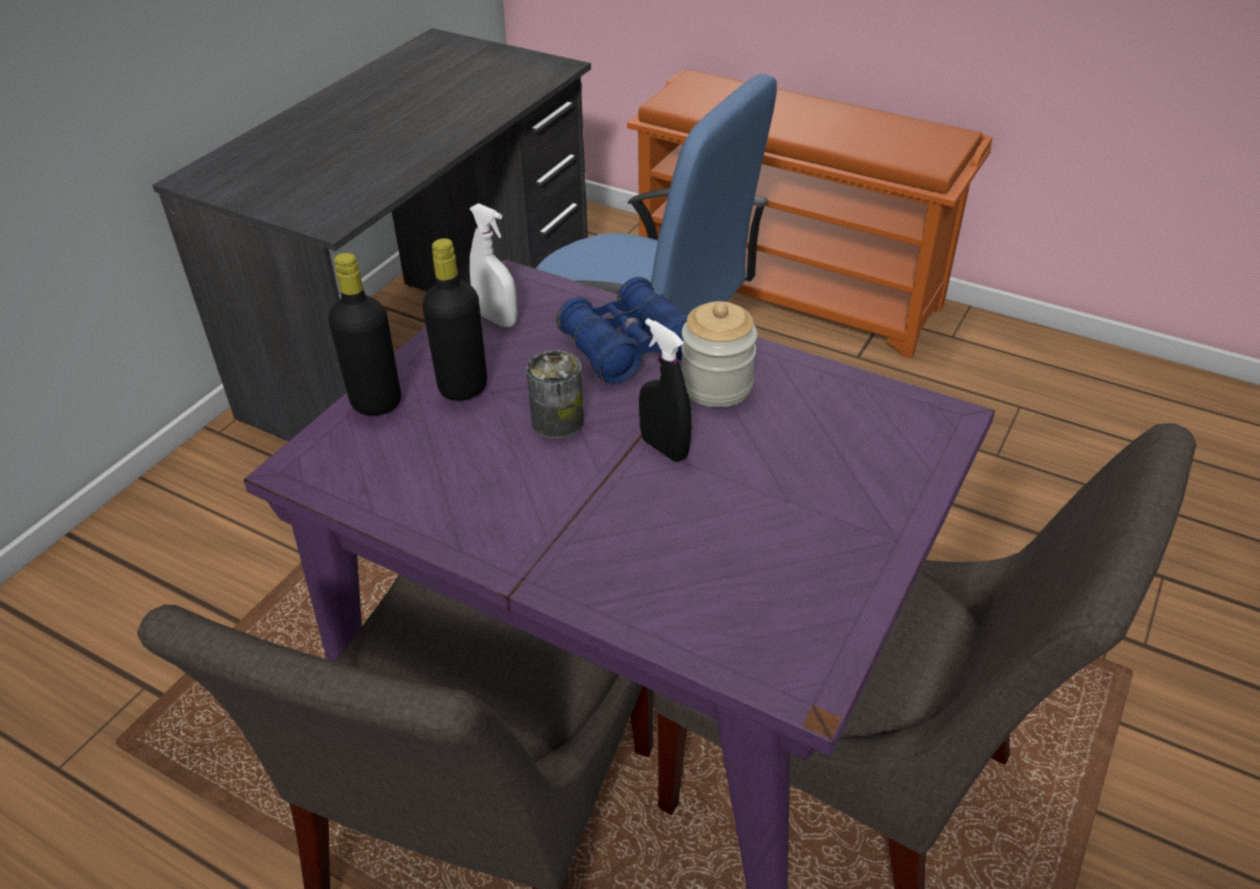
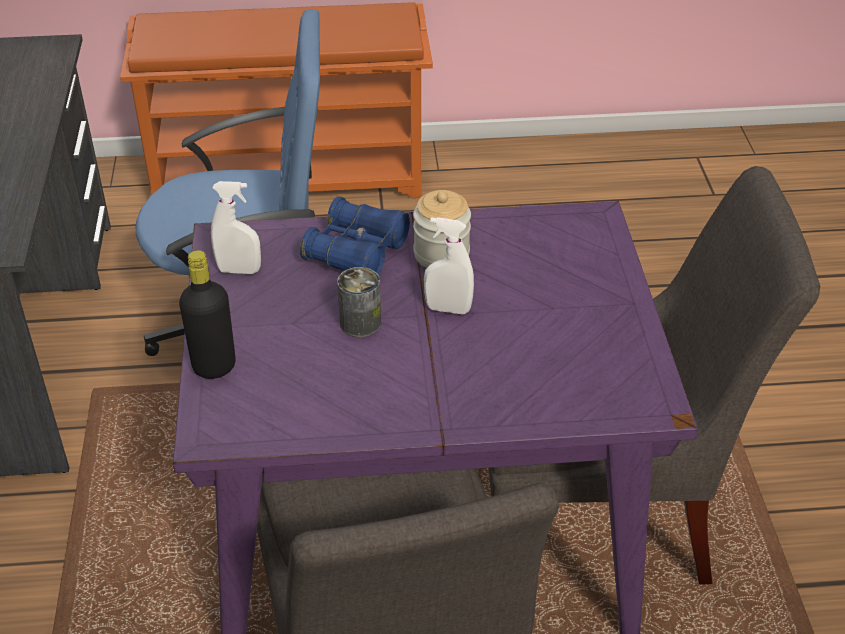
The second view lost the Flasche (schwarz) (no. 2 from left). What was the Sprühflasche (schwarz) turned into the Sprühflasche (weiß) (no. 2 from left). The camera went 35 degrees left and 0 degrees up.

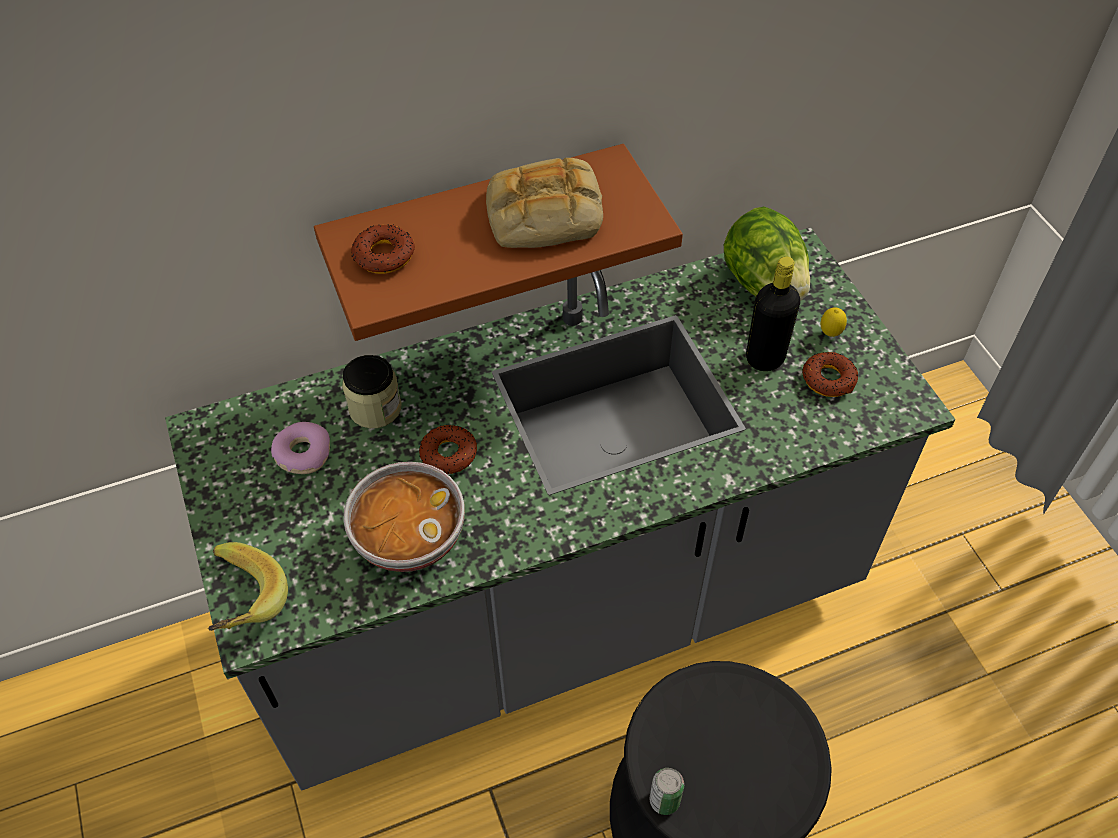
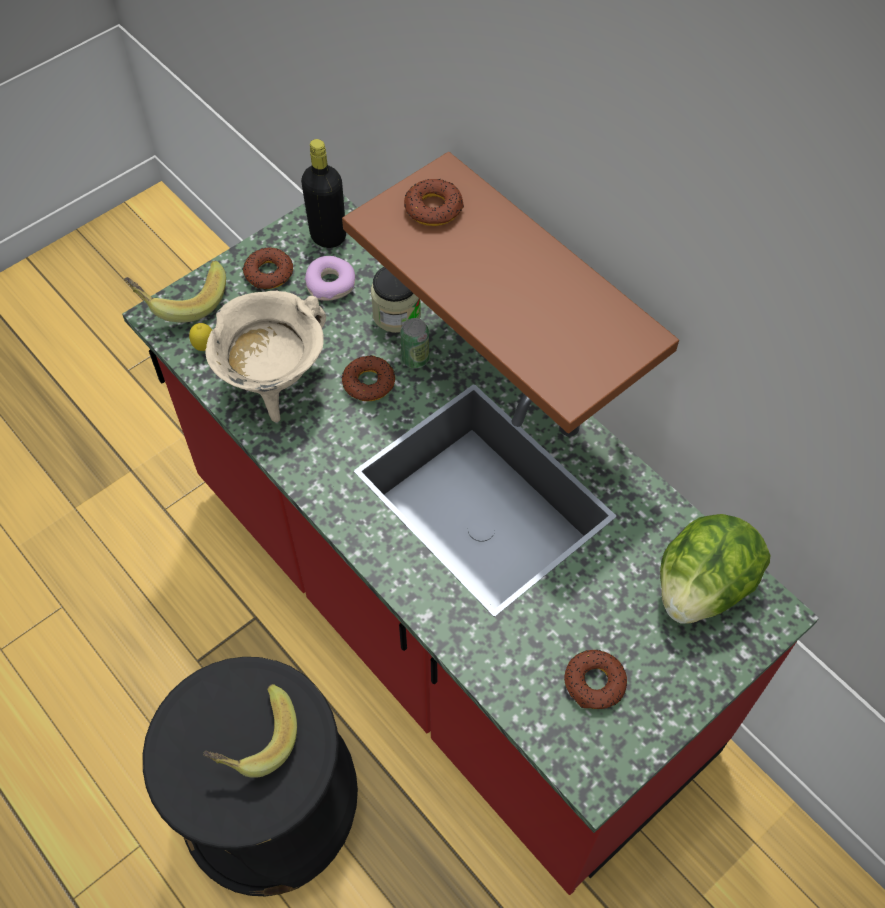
The second view lost the Brot. What was the Küchenzeile (grau) turned into the Küchenzeile (rot). The Flasche (schwarz) ended up elsewhere. The Zitrone ended up elsewhere. Where the Schüssel stood, the Kochtopf (beige) came to stand. The Dose ended up elsewhere. The second view gained the Donut (no. 1 from left). The second view gained the Banane (no. 2 from left). The camera went 70 degrees right and 5 degrees up.

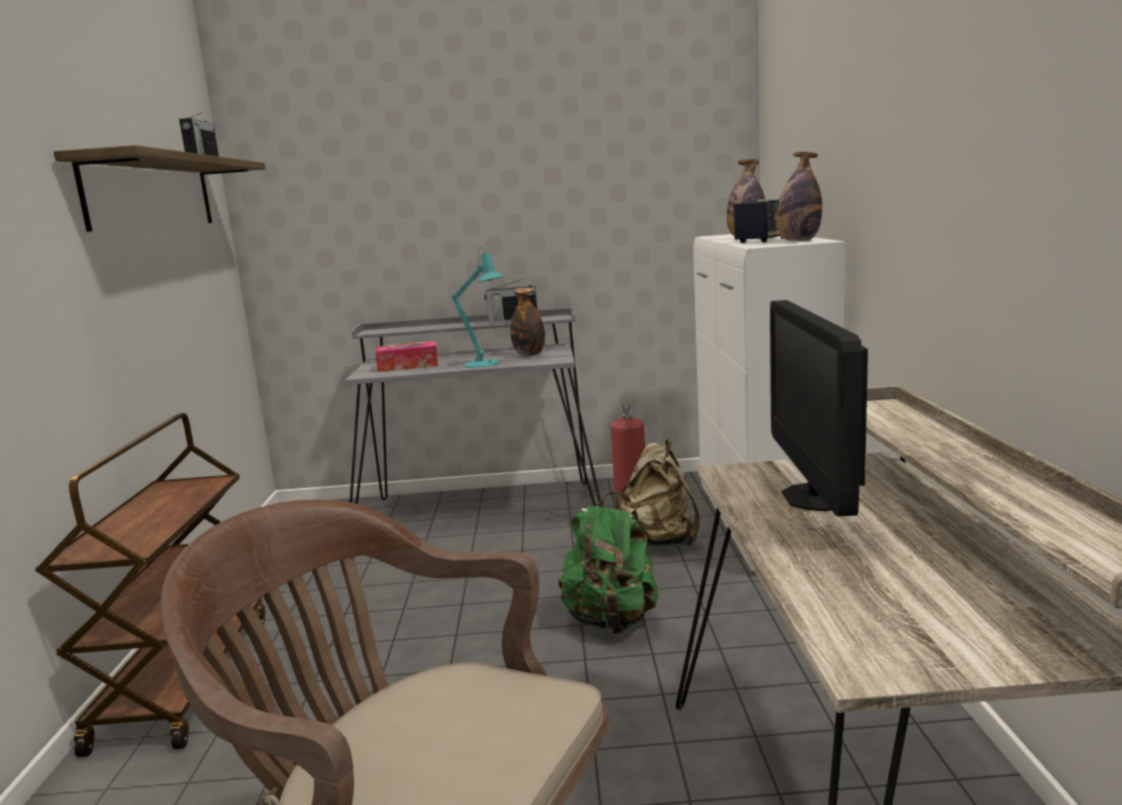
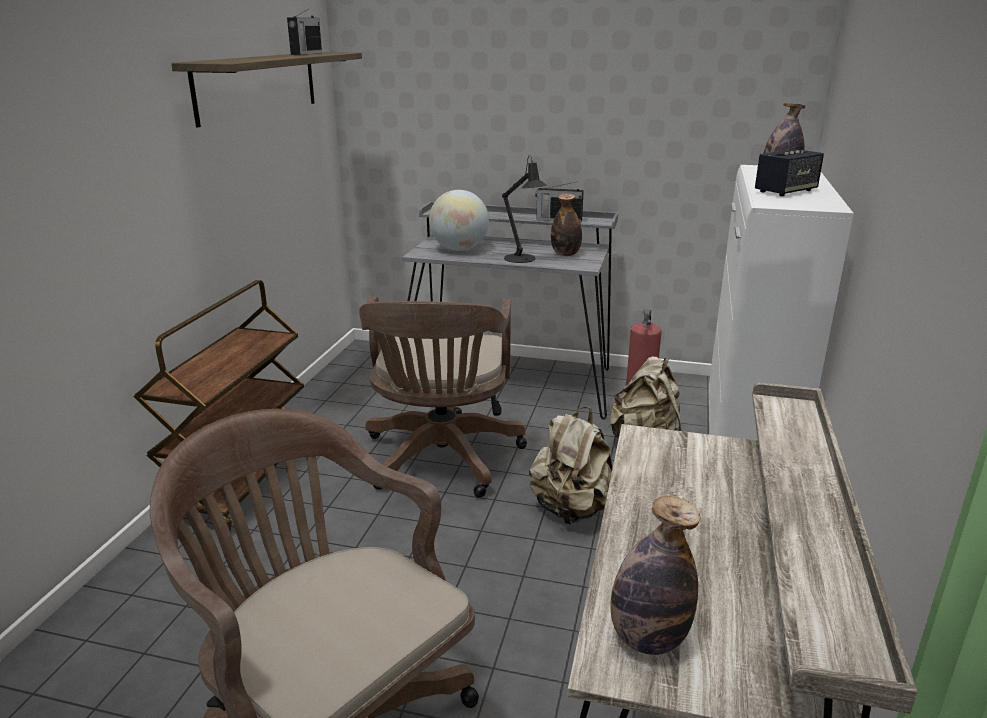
The Flasche (no. 3 from left in the first image) ended up elsewhere. What was the Tischlampe (türkis) turned into the Tischlampe (schwarz). The second view lost the Monitor. Where the Taschentuchbox stood, the Globus came to stand. What was the Rucksack (grün) turned into the Rucksack (beige) (no. 1 from left). The second view gained the Bürostuhl (braun) (no. 2 from left). The camera went 15 degrees right and 10 degrees up.

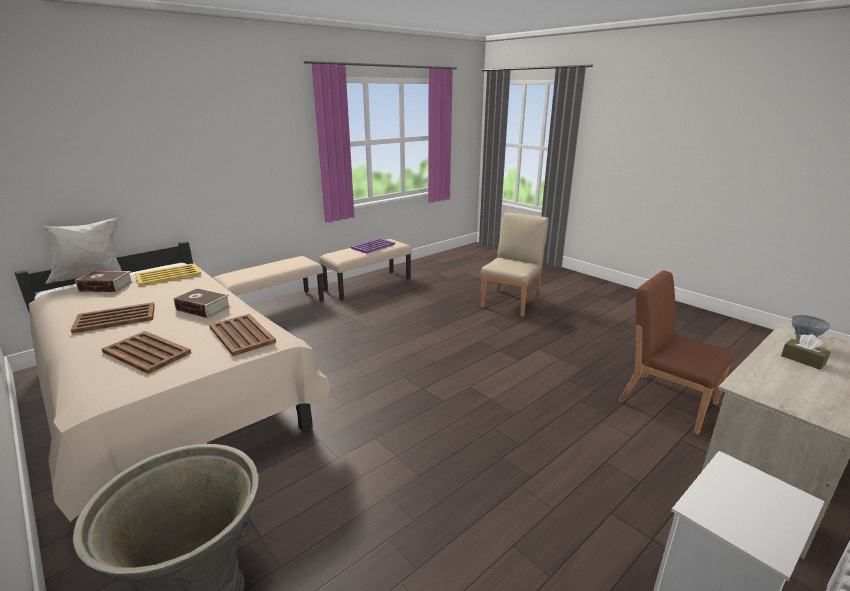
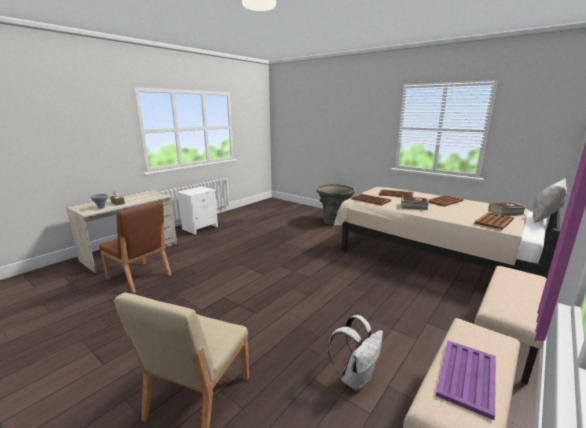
What was the Tablett (gelb) turned into the Tablett (braun) (no. 4 from left). The second view gained the Rucksack (weiß). The camera went 170 degrees right and 5 degrees down.

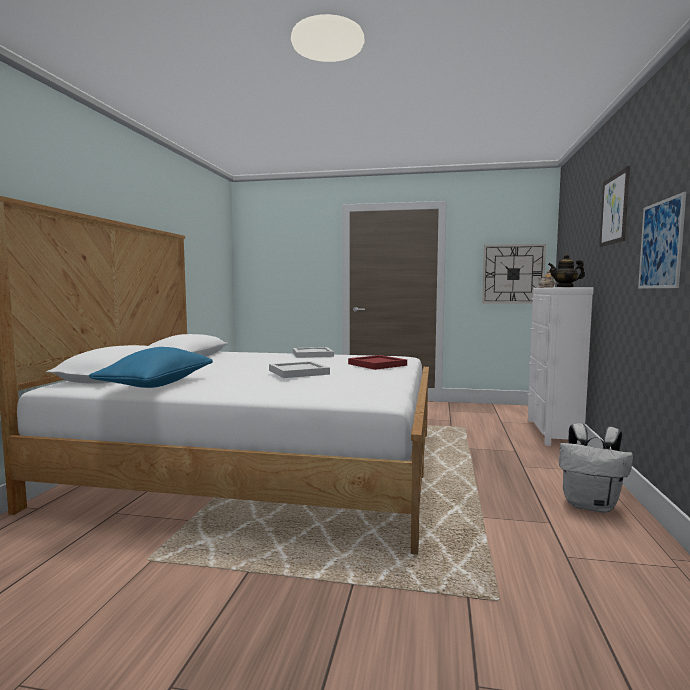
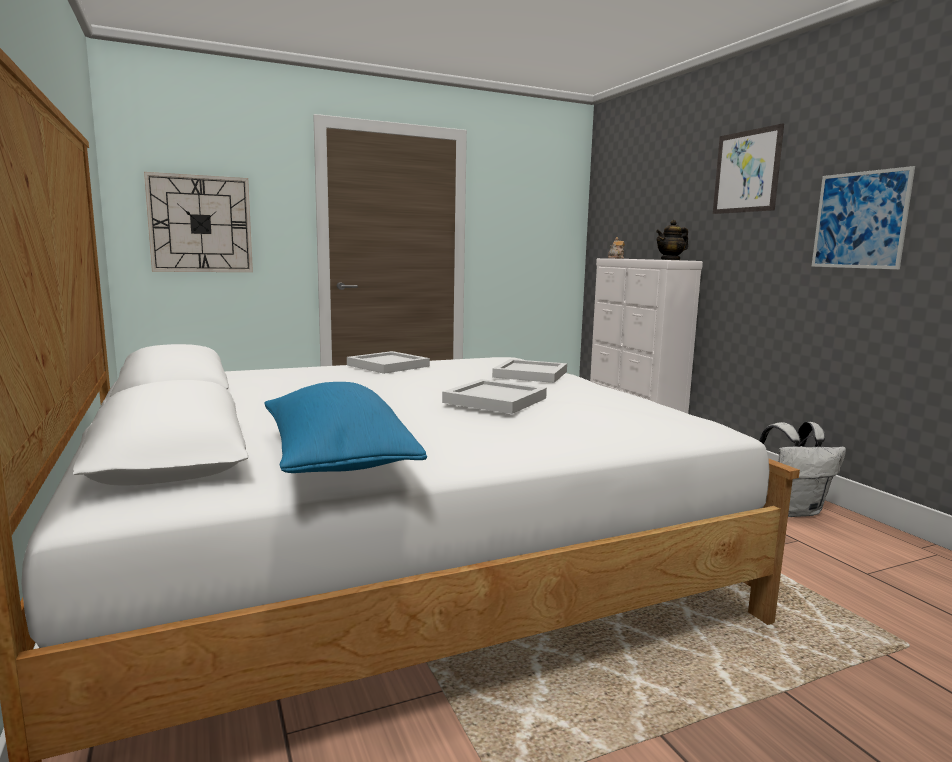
The Wanduhr ended up elsewhere. What was the Tablett (rot) turned into the Tablett (weiß) (no. 3 from left). The camera went 35 degrees left and 5 degrees up.

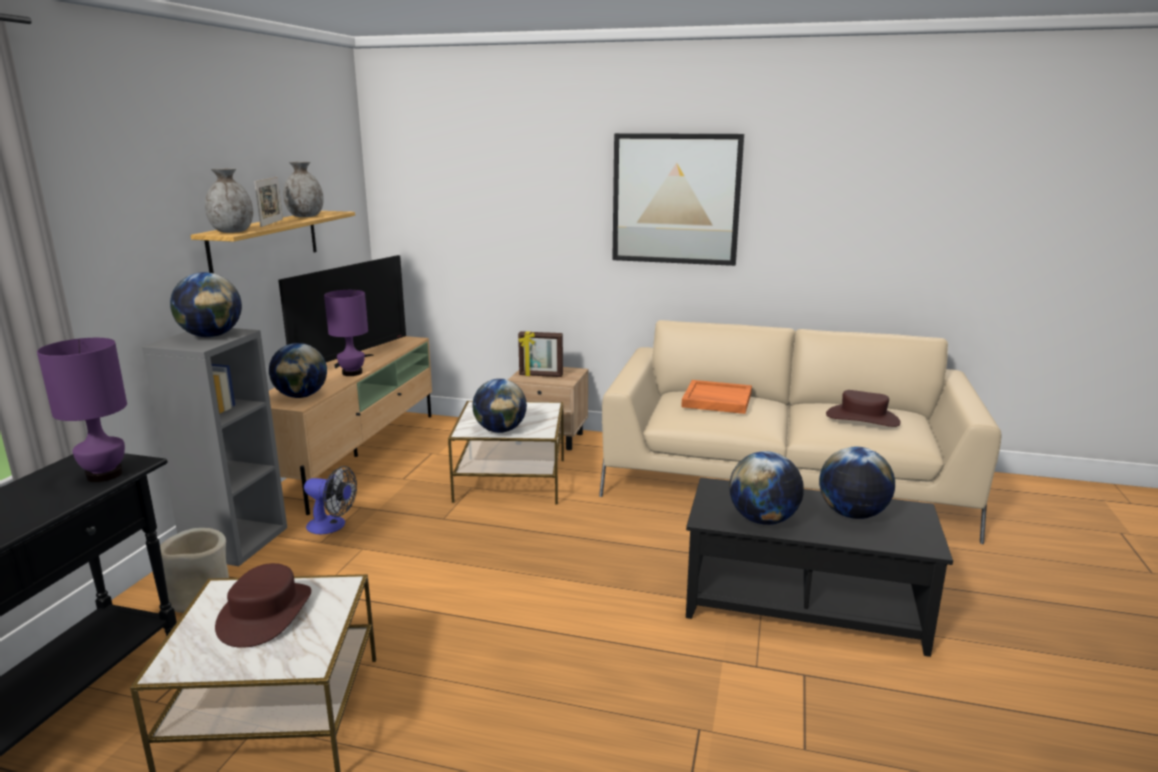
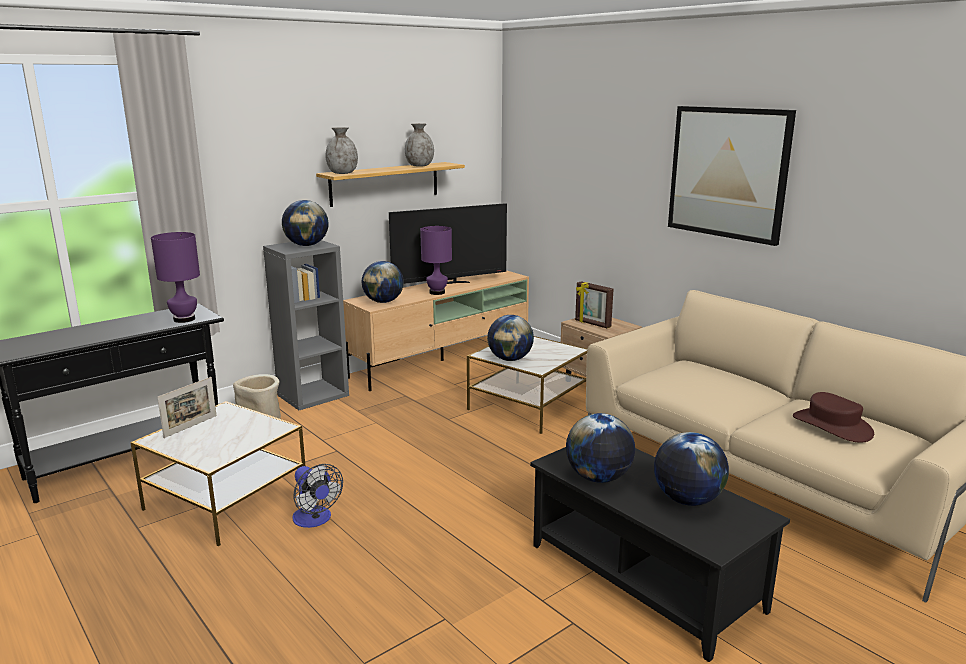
The Bilderrahmen (no. 1 from left) ended up elsewhere. The second view lost the Tablett (orange). The Ventilator ended up elsewhere. The second view lost the Hut (braun) (no. 1 from left). The camera went 35 degrees right and 0 degrees up.

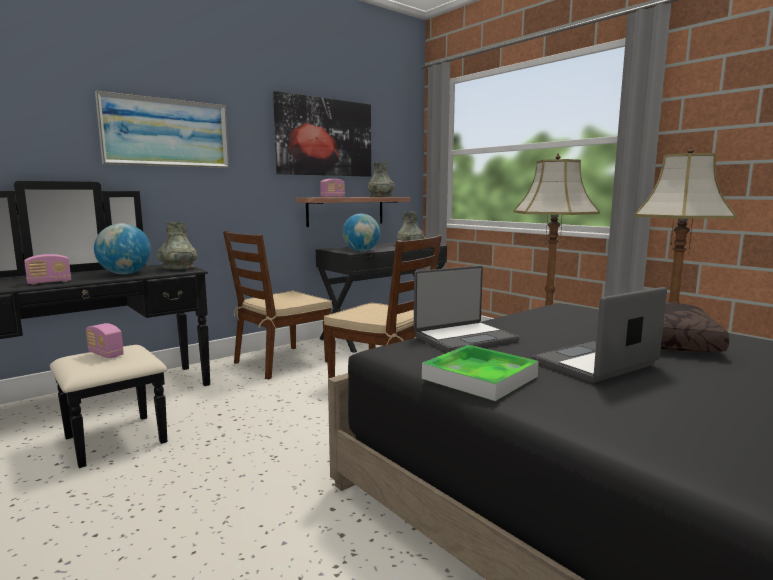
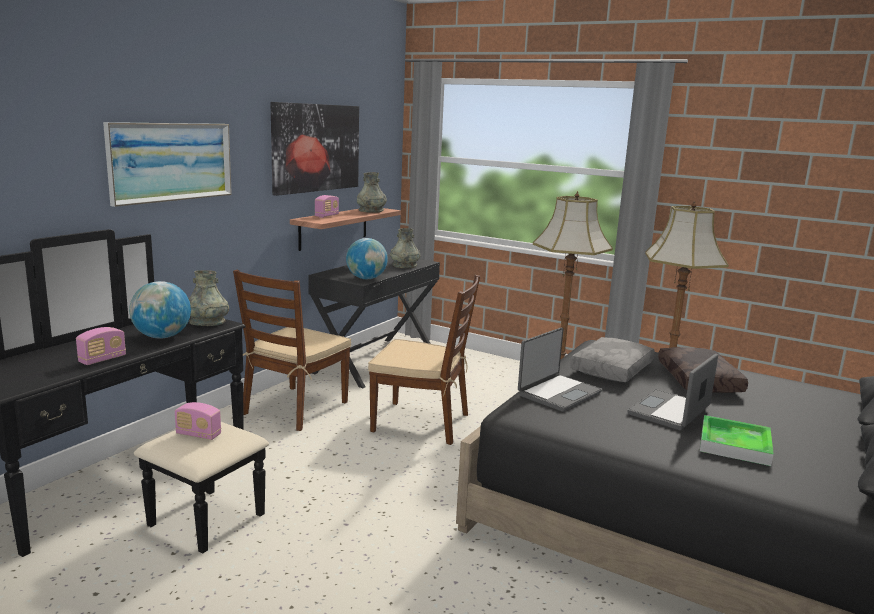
The Tablett ended up elsewhere. The second view gained the Kissen (grau). The camera went 20 degrees left and 5 degrees up.

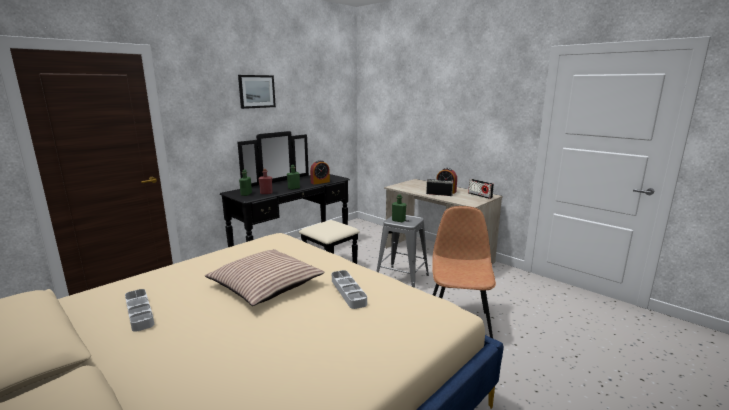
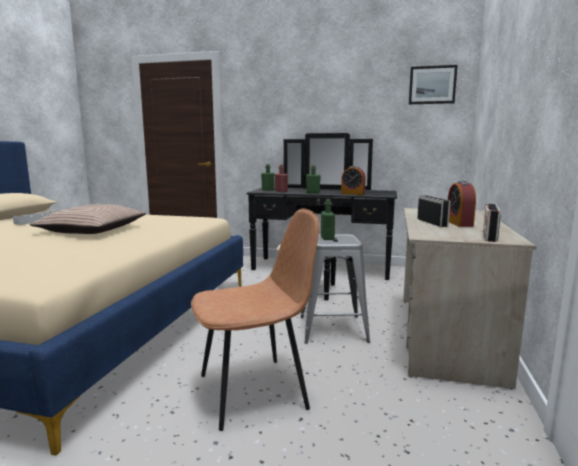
The Bild ended up elsewhere. The second view lost the Tablett (grau) (no. 2 from left). The camera went 60 degrees right and 5 degrees down.

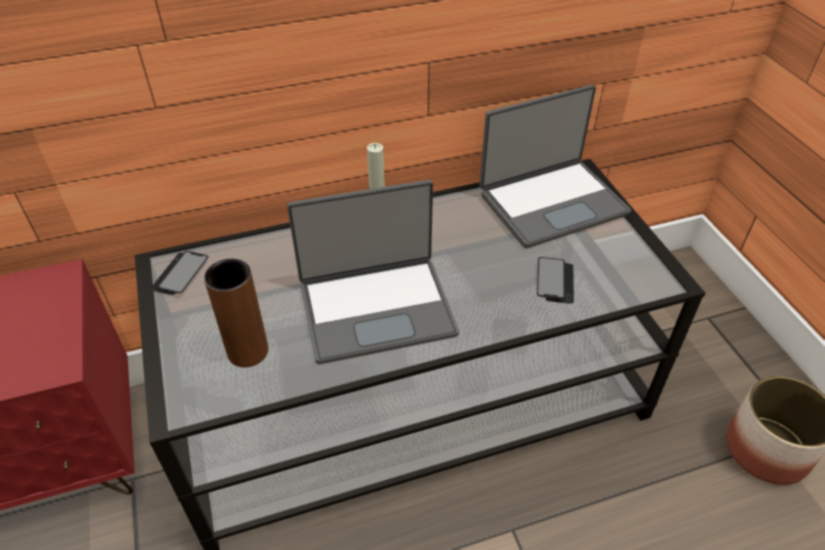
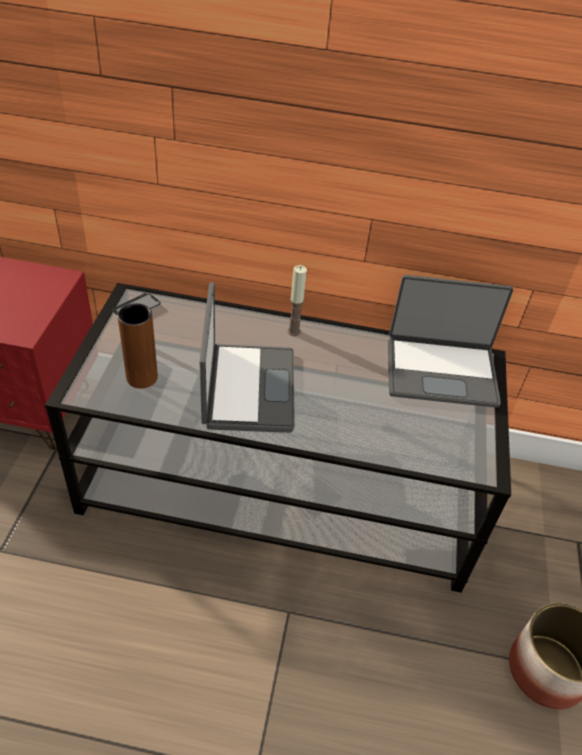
The Laptop (no. 1 from left) ended up facing another way, 105 degrees counterclockwise from before. The second view lost the Handy (no. 2 from left). The camera went 25 degrees right and 0 degrees up.

